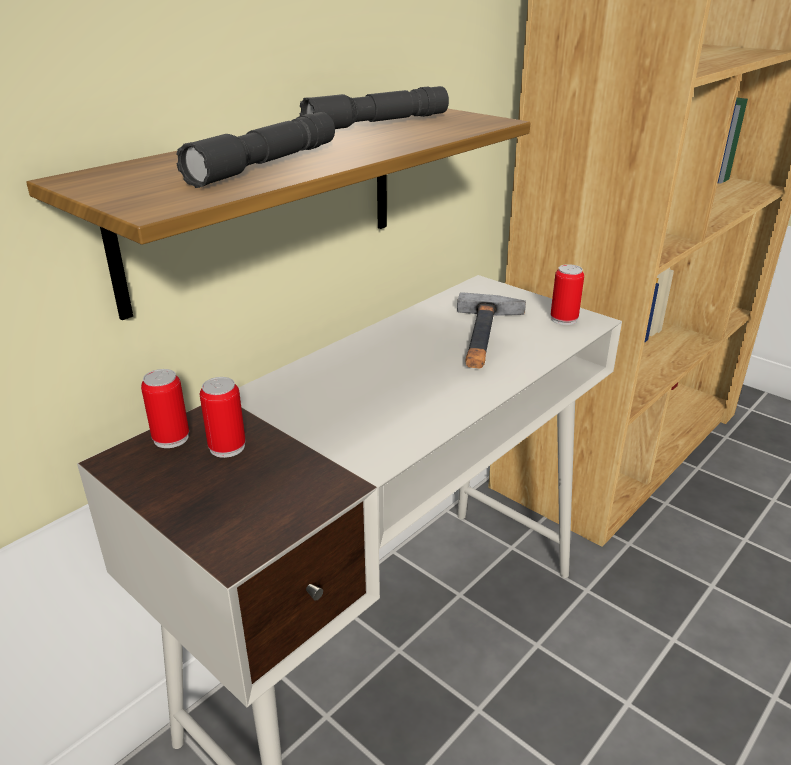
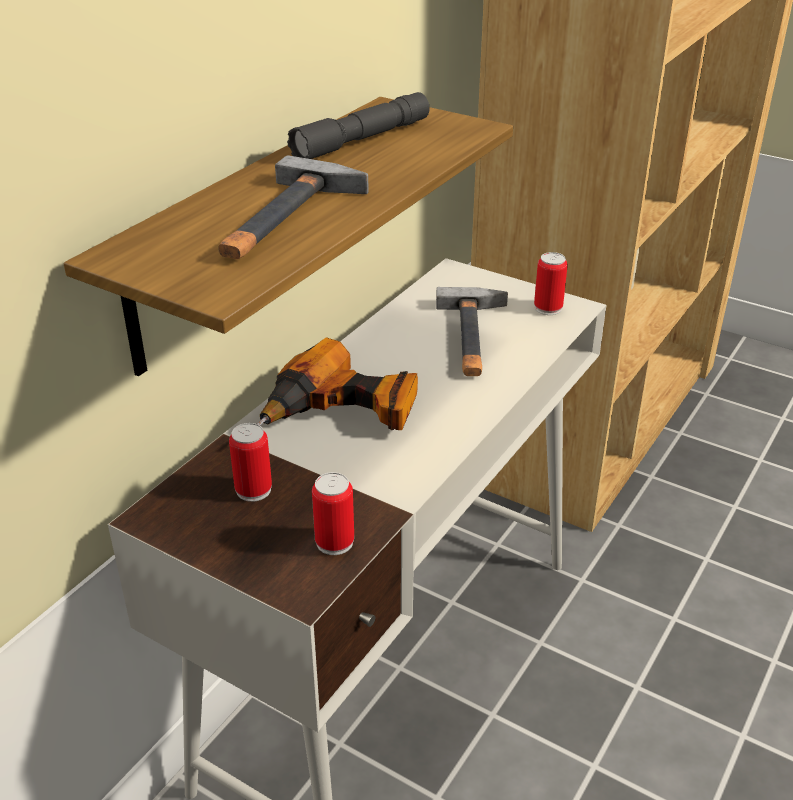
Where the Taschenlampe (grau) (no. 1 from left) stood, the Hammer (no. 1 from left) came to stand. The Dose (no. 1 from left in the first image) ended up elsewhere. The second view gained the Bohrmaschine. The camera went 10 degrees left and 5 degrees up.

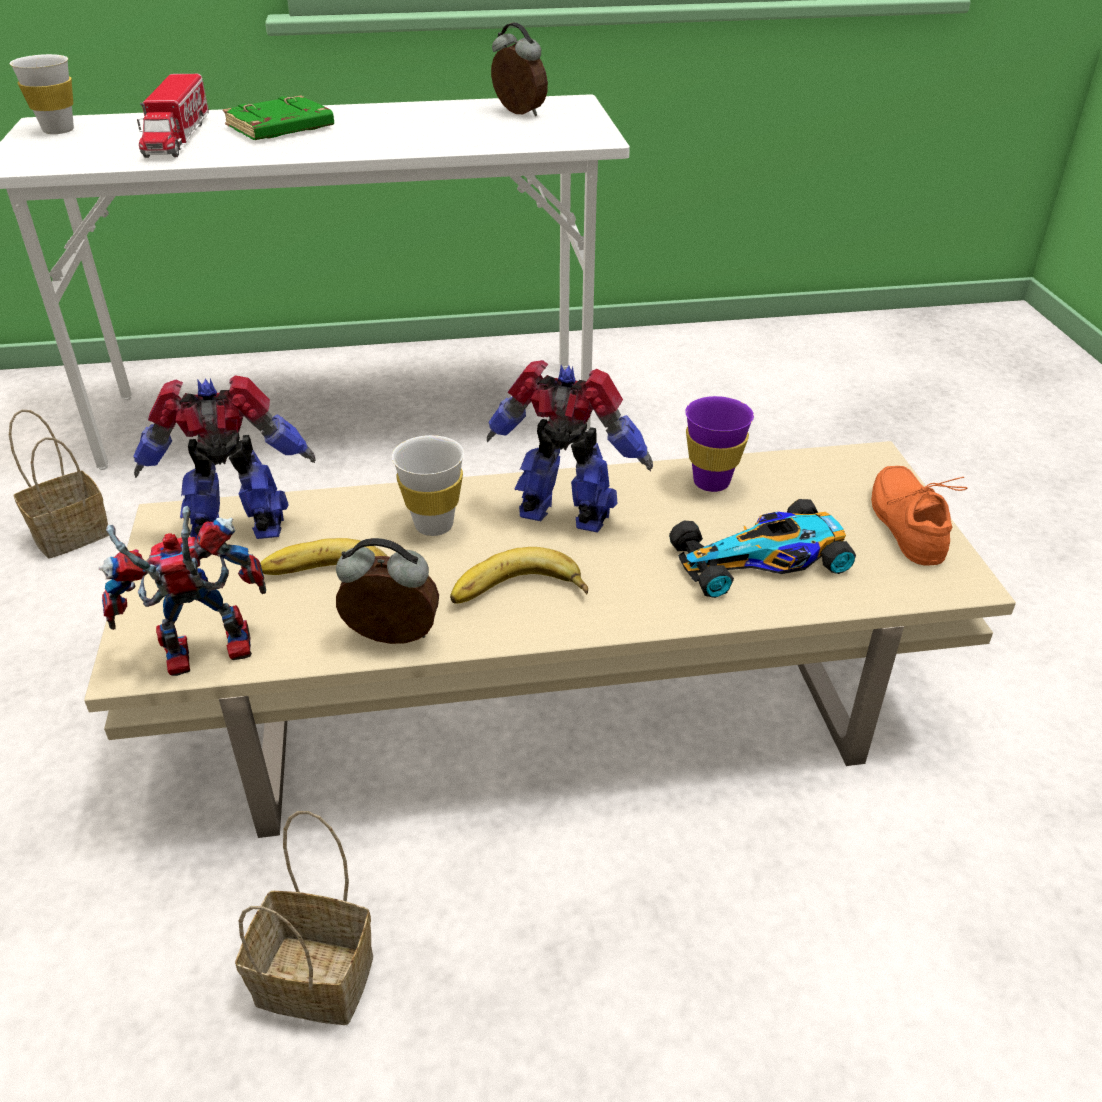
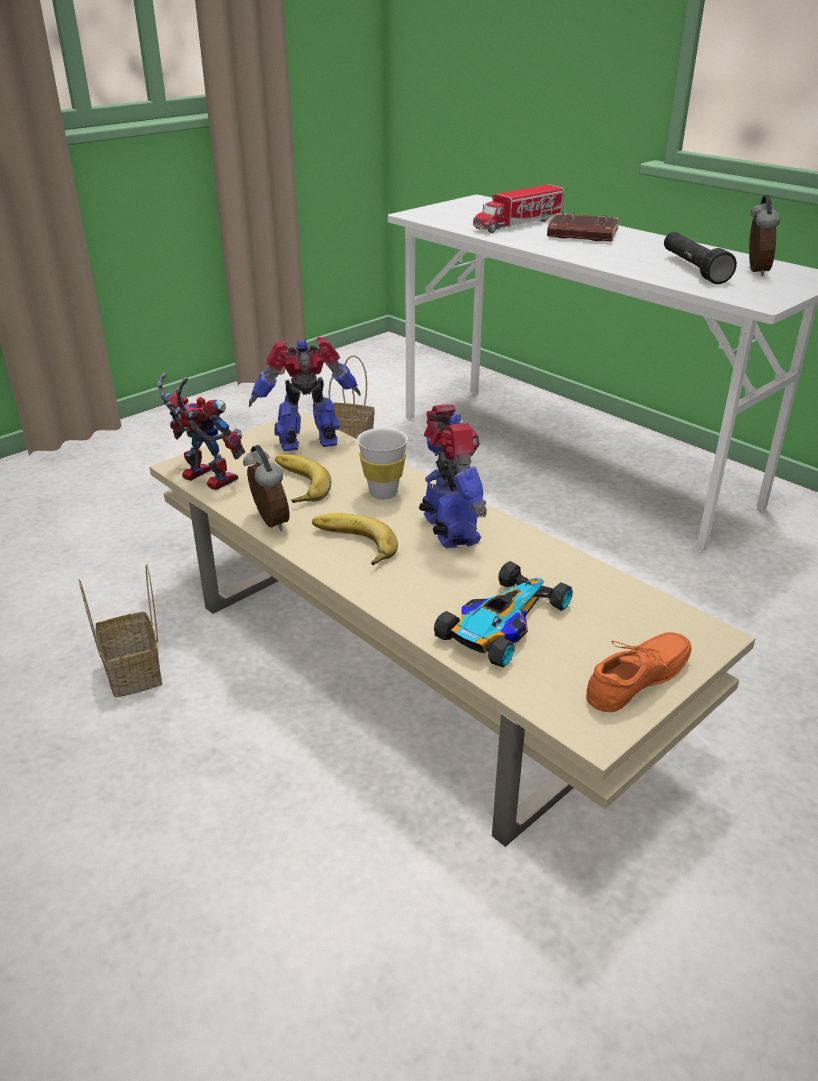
The second view lost the Tasse (weiß) (no. 1 from left). What was the Buch (grün) turned into the Buch (braun). The Spielzeugroboter (no. 2 from left) ended up facing another way, 60 degrees counterclockwise from before. The second view lost the Tasse (lila). The Spielzeugauto ended up facing another way, 90 degrees clockwise from before. The second view gained the Taschenlampe (schwarz). The camera went 55 degrees right and 5 degrees down.

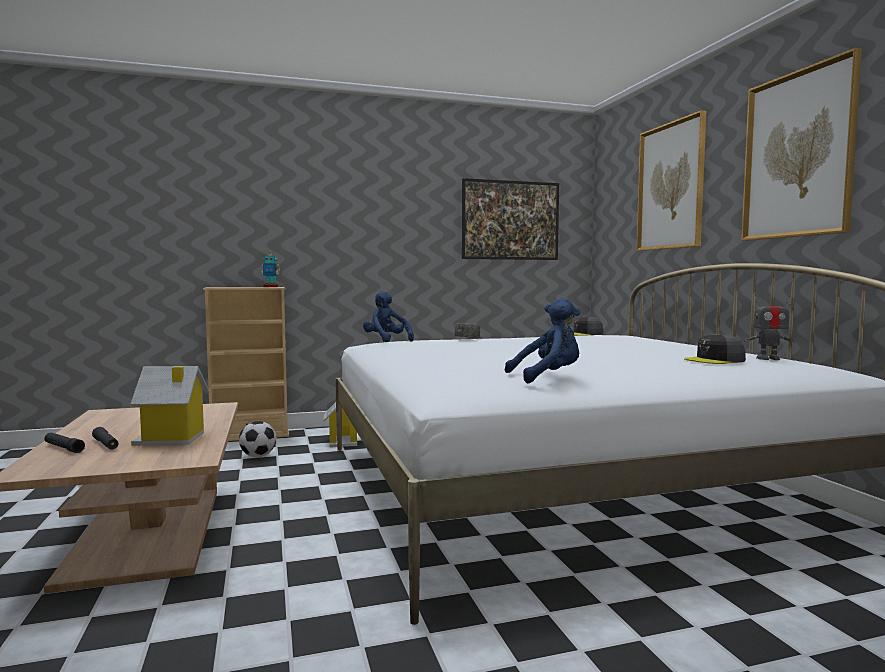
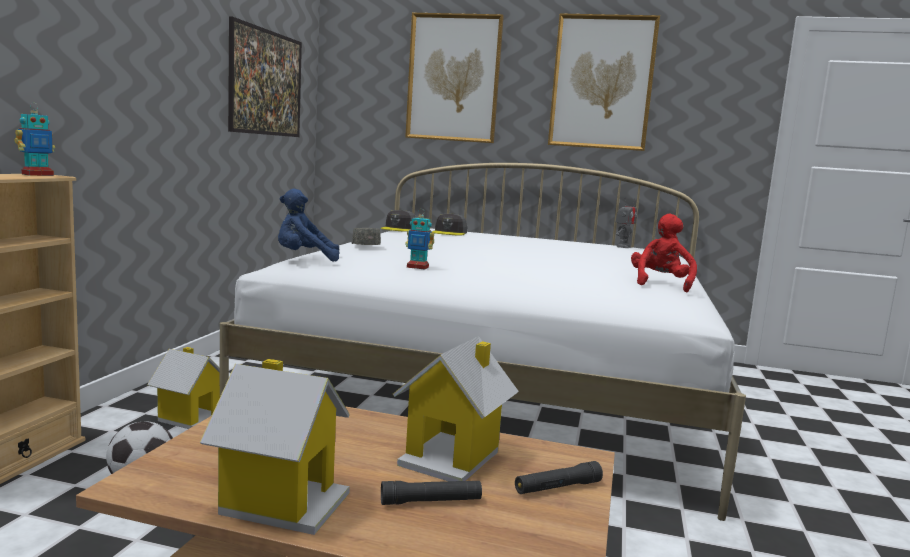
What was the Plüschtier (blau) (no. 2 from left) turned into the Plüschtier (rot). The Kappe (grau) (no. 3 from left) ended up elsewhere. The Taschenlampe (schwarz) (no. 1 from left in the first image) ended up elsewhere. The second view gained the Spielzeugroboter (no. 2 from left). The second view gained the Spielzeughaus (no. 2 from left). The camera went 60 degrees left and 5 degrees up.

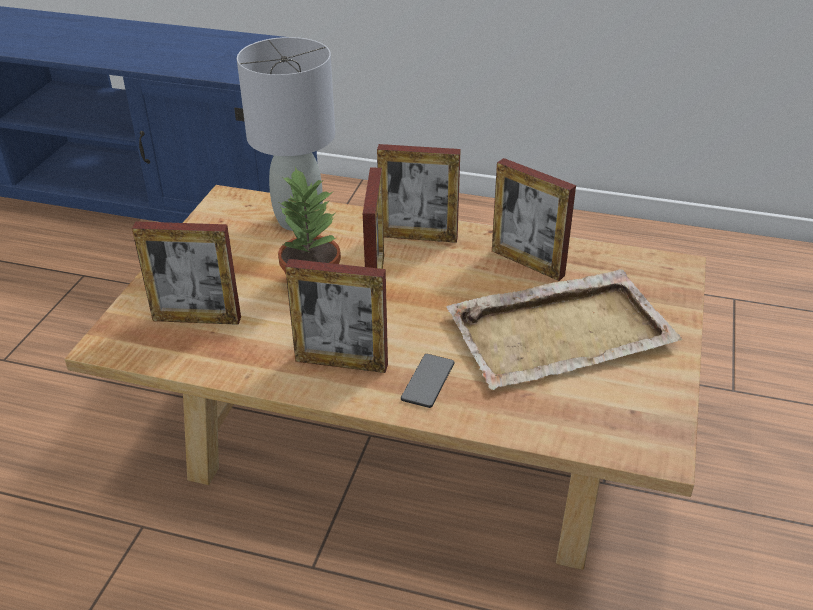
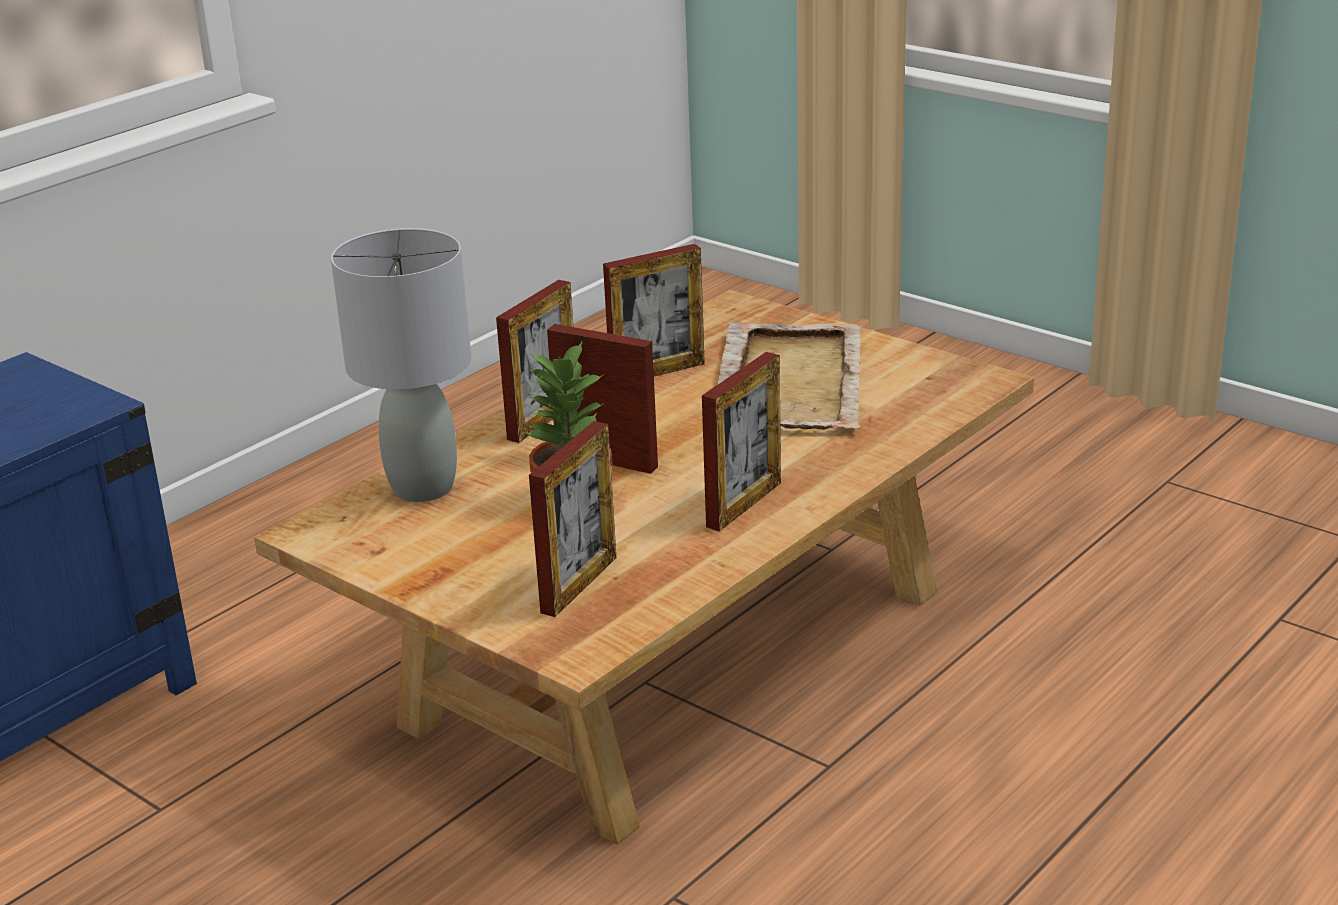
The second view lost the Handy. The camera went 65 degrees left and 10 degrees down.

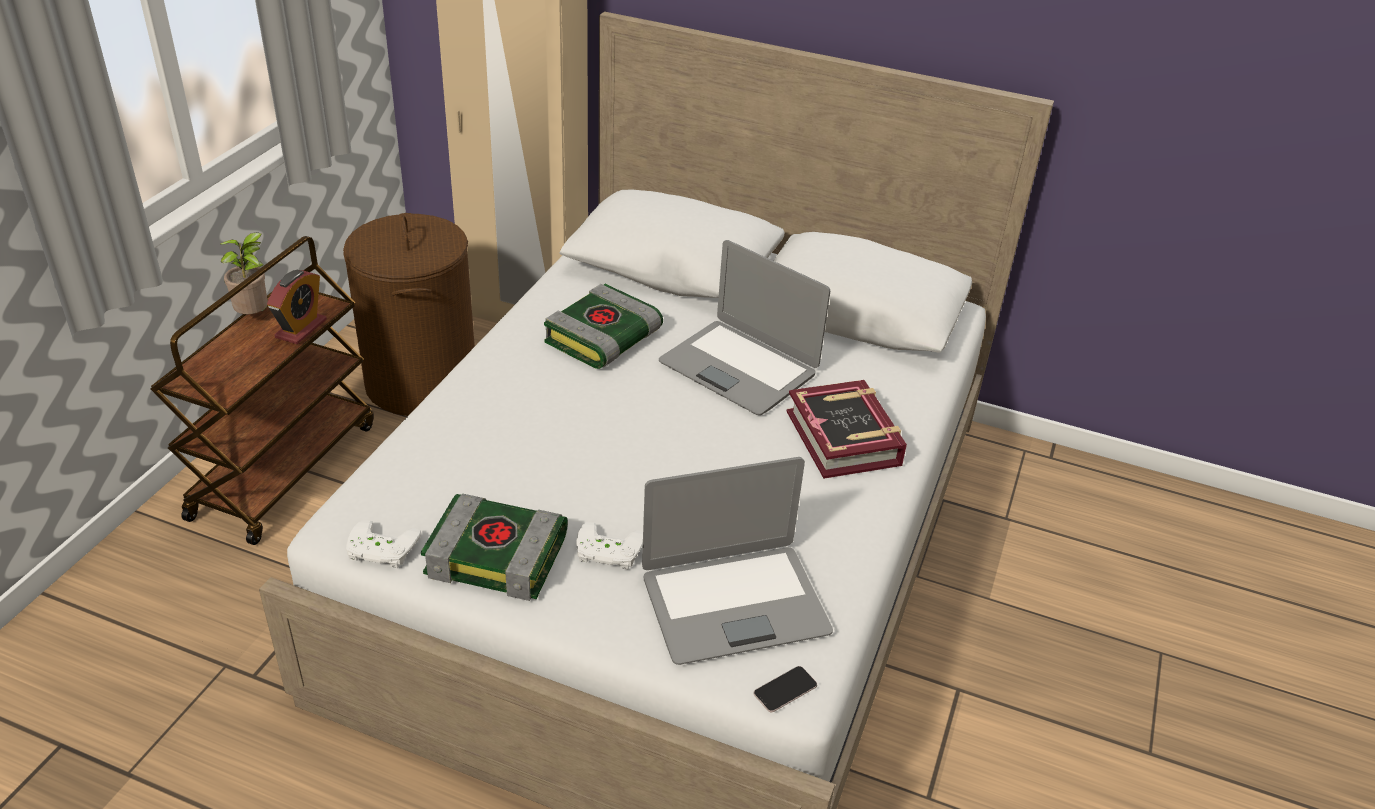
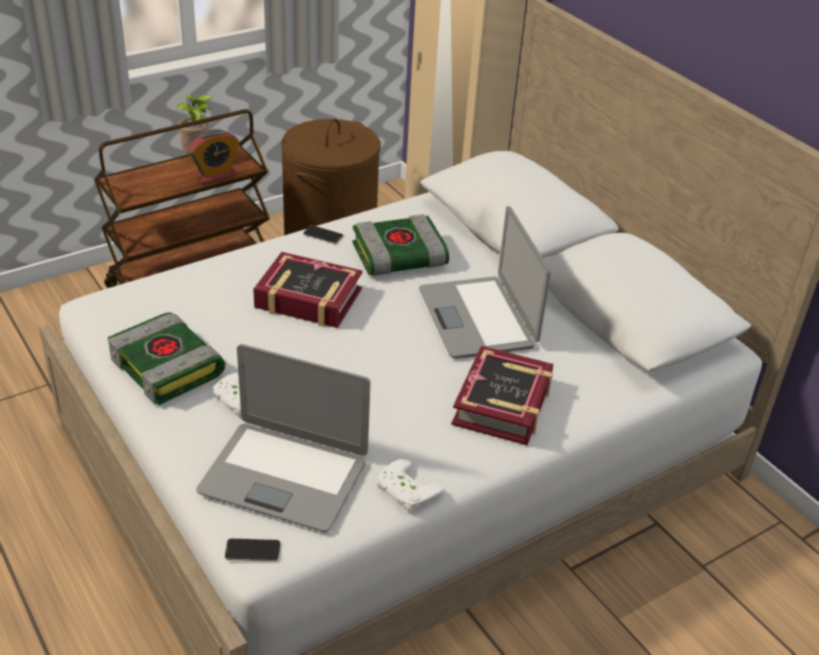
The Gamepad (weiß) (no. 1 from left in the first image) ended up elsewhere. The second view gained the Handy (no. 2 from left). The second view gained the Buch (no. 2 from left). The camera went 35 degrees right and 0 degrees up.

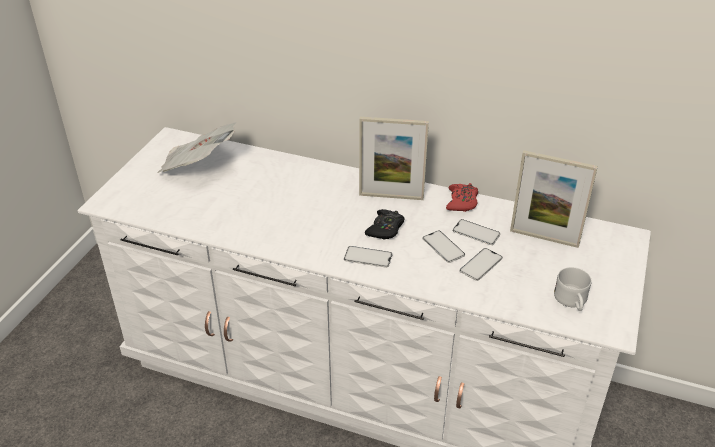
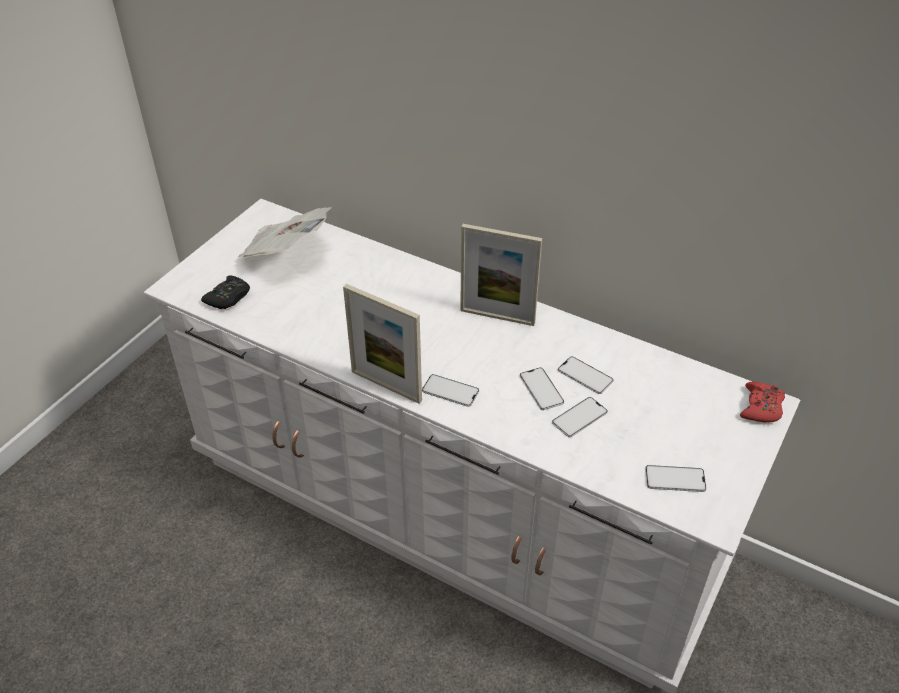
The Bilderrahmen (no. 2 from left in the first image) ended up elsewhere. The Gamepad (rot) ended up elsewhere. The Gamepad (schwarz) ended up elsewhere. Where the Henkelbecher (weiß) stood, the Handy (no. 5 from left) came to stand. The camera went 10 degrees right and 5 degrees up.

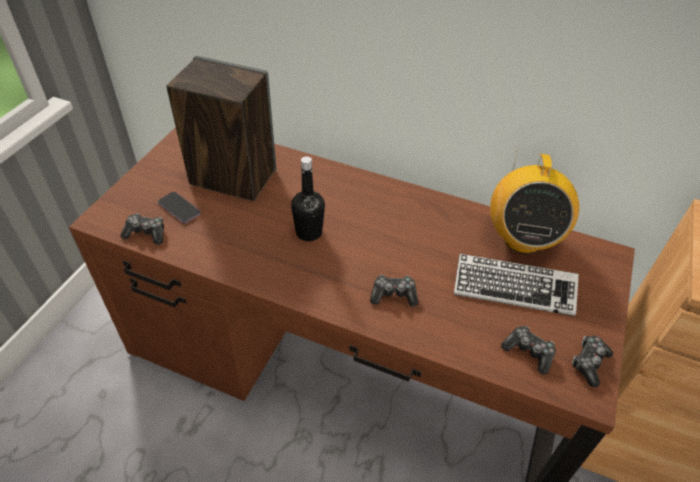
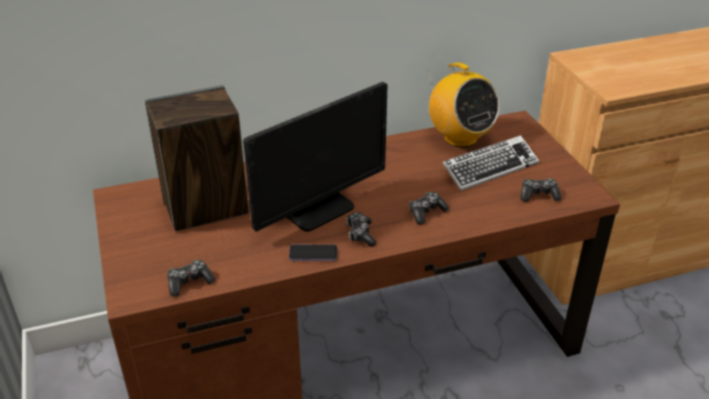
Where the Flasche (schwarz) stood, the Monitor came to stand. The Handy ended up elsewhere. The Gamepad (no. 4 from left in the first image) ended up elsewhere. The camera went 40 degrees left and 10 degrees down.

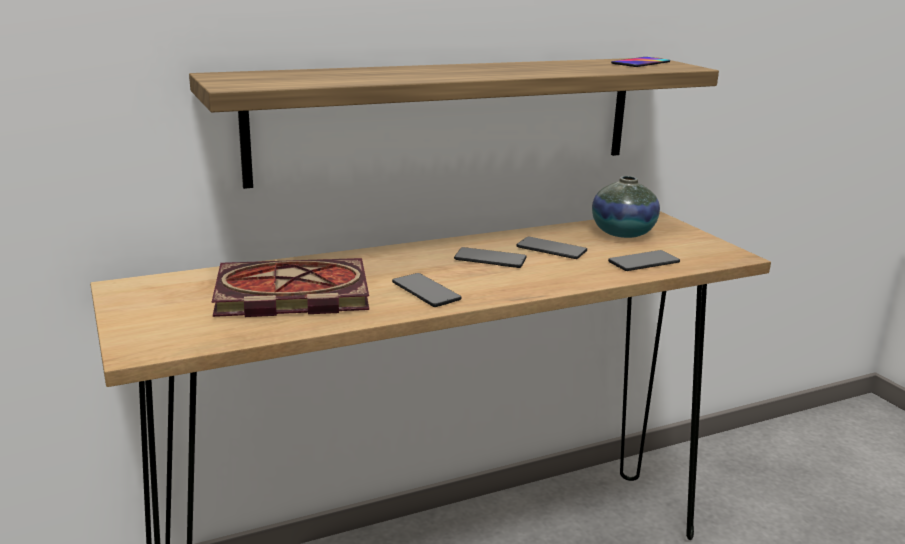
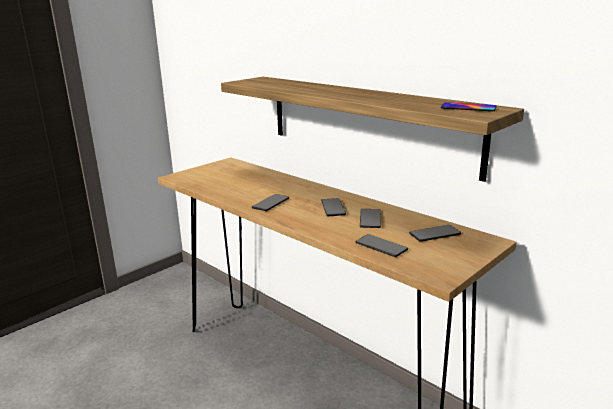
Where the Vase stood, the Handy (no. 5 from left) came to stand. The second view lost the Buch. The camera went 70 degrees right and 0 degrees up.

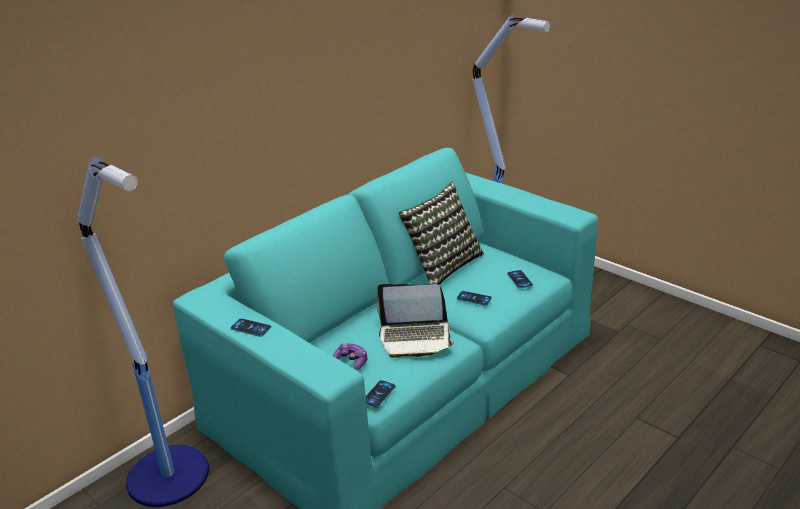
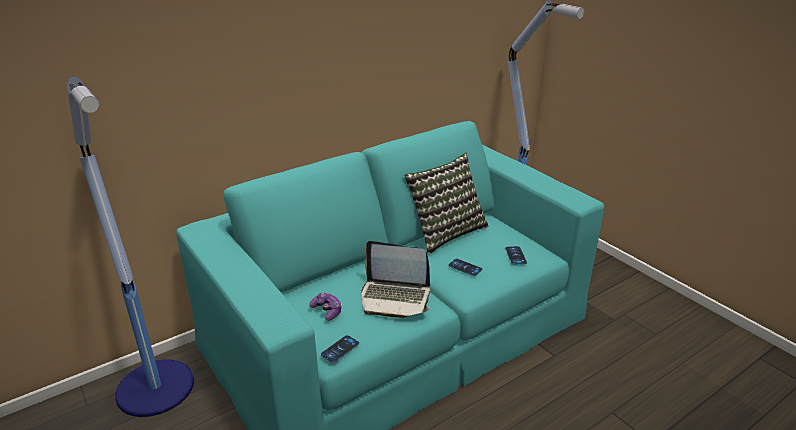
The second view lost the Handy (no. 1 from left). The camera went 10 degrees right and 0 degrees up.

